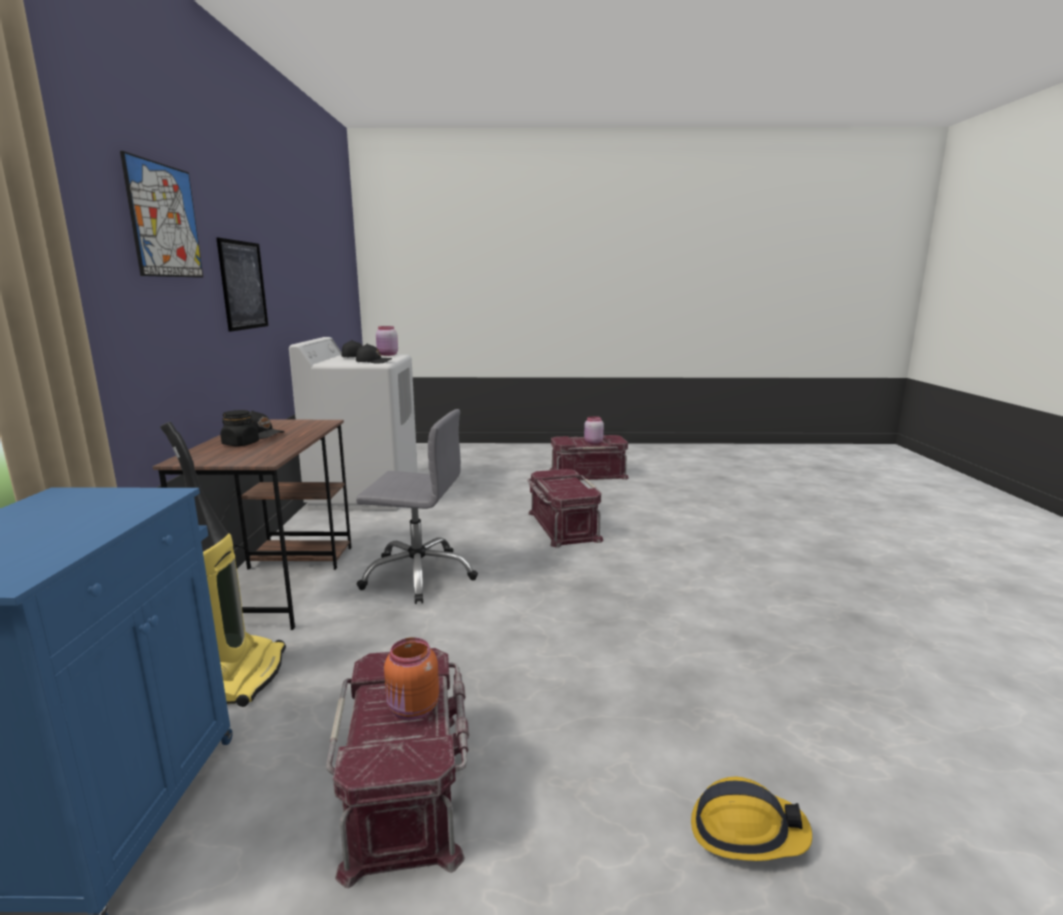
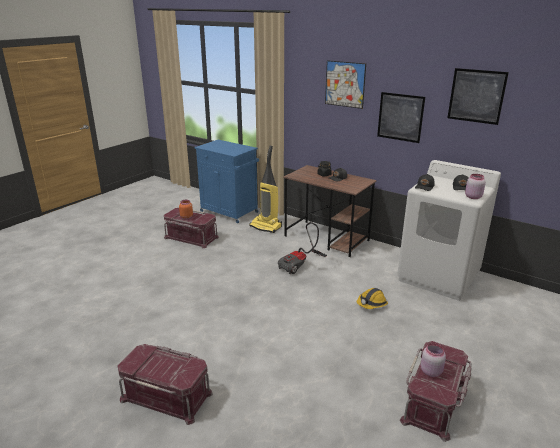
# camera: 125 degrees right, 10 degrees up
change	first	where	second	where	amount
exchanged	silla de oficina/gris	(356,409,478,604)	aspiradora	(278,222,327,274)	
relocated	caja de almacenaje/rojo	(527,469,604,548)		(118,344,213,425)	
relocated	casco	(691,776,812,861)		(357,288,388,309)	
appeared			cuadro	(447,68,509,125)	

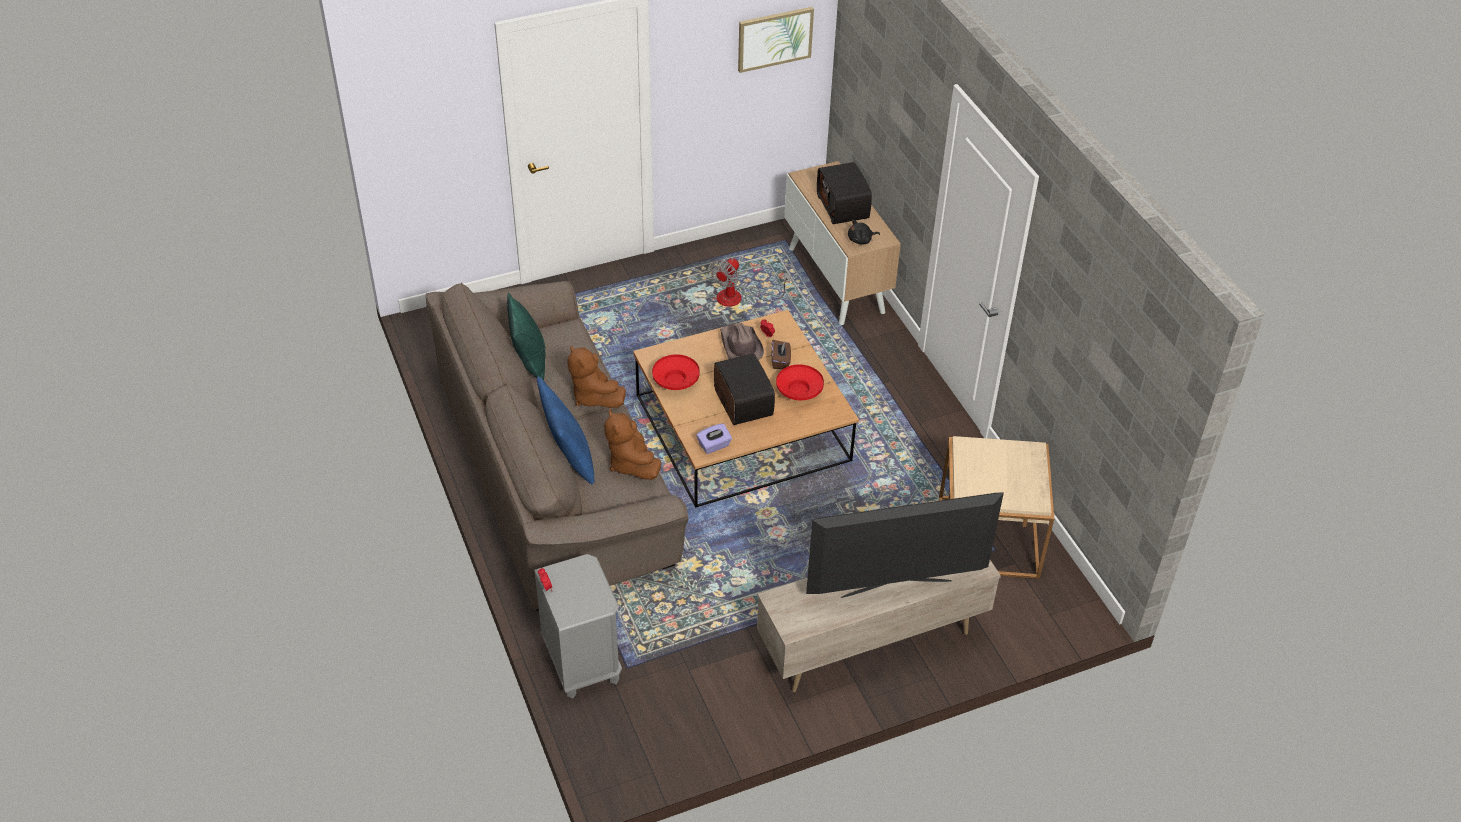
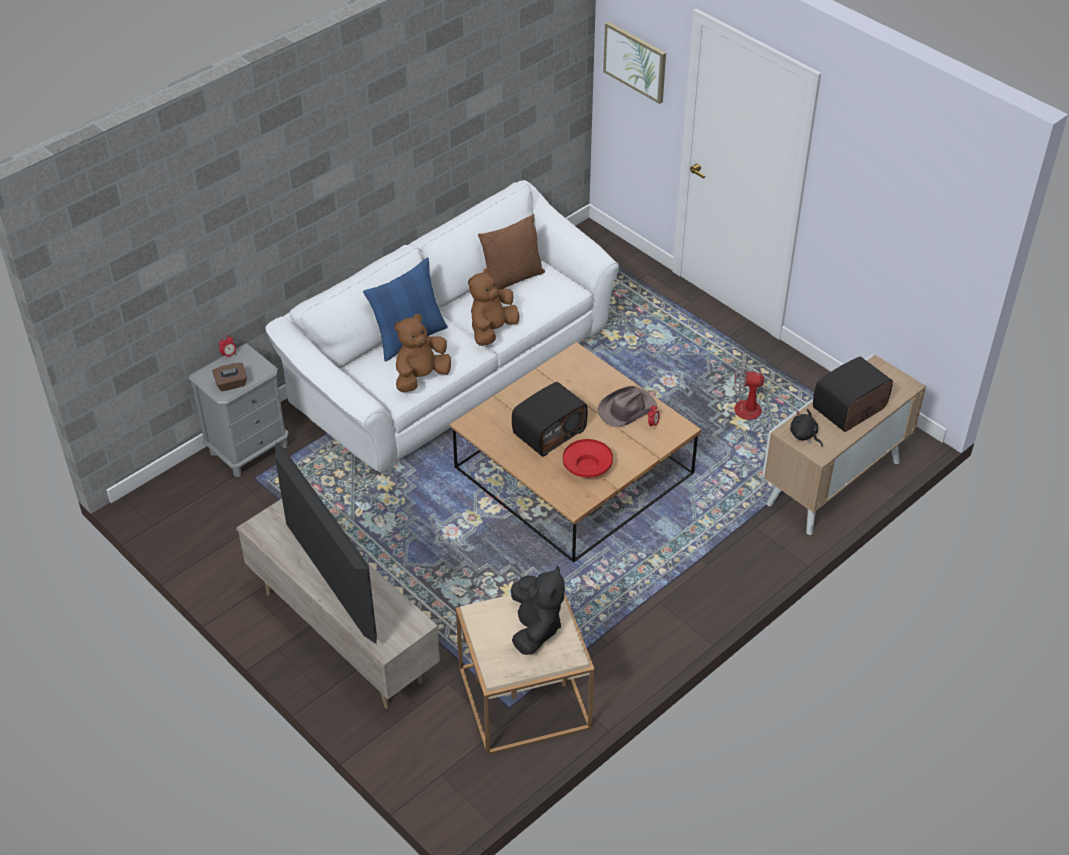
# camera: 70 degrees right, 0 degrees up
change	first	where	second	where	amount
relocated	cuadro	(738,7,814,73)		(603,21,666,104)	
colour	sofá/marrón	(425,281,688,611)	sofá/blanco	(265,180,619,473)	
colour	cojín/verde	(507,293,546,380)	cojín/marrón	(478,214,545,289)	
relocated	caja de pañuelos/marrón	(771,340,791,369)		(212,363,247,391)	
missing	cuenco/rojo	(652,354,700,390)			
missing	caja de pañuelos/morado	(697,424,732,454)			
appeared			peluche/negro	(511,565,565,655)	

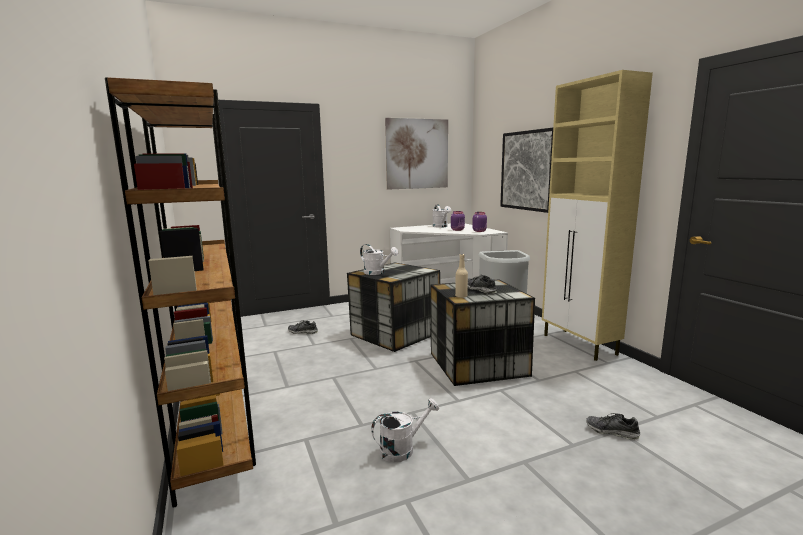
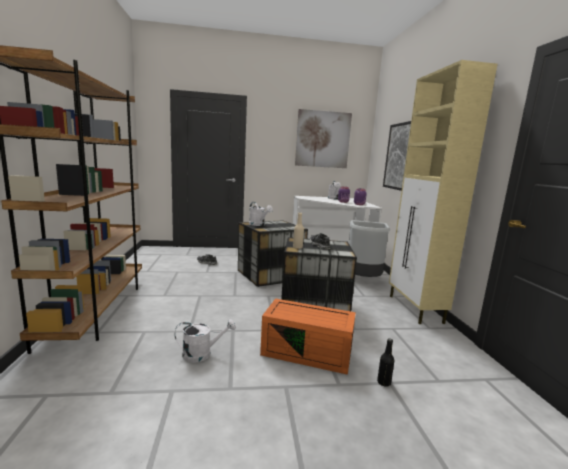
# camera: 15 degrees right, 0 degrees up
change	first	where	second	where	amount
exchanged	zapato	(586,413,640,439)	botella/negro	(377,338,394,387)	
appeared			caja de almacenaje/naranja	(260,299,356,375)	

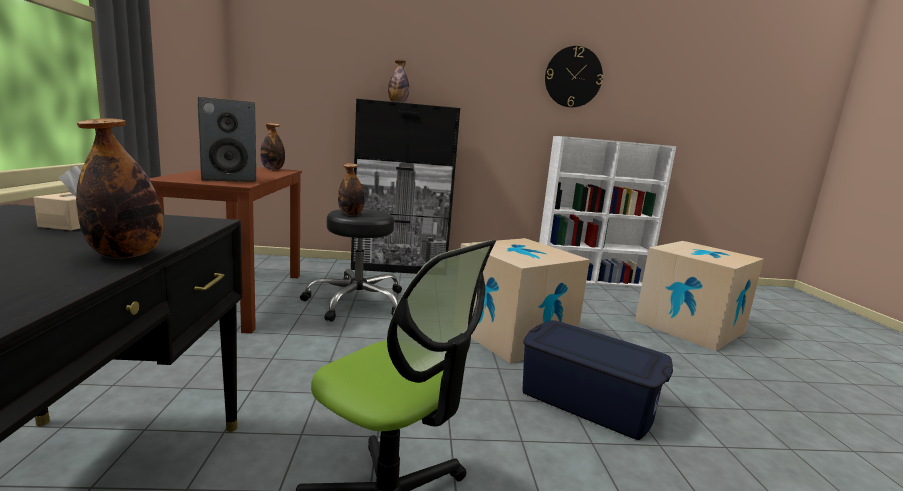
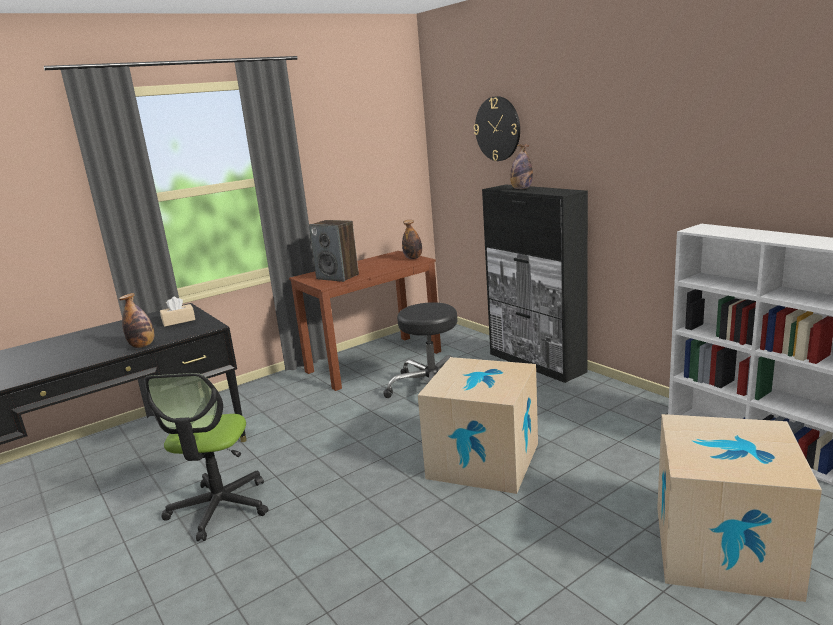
# camera: 60 degrees right, 5 degrees up
change	first	where	second	where	amount
relocated	reloj de pared	(545,46,603,108)		(474,96,520,161)	
missing	botella	(338,163,365,216)			
missing	caja de almacenaje/azul	(523,320,673,440)			

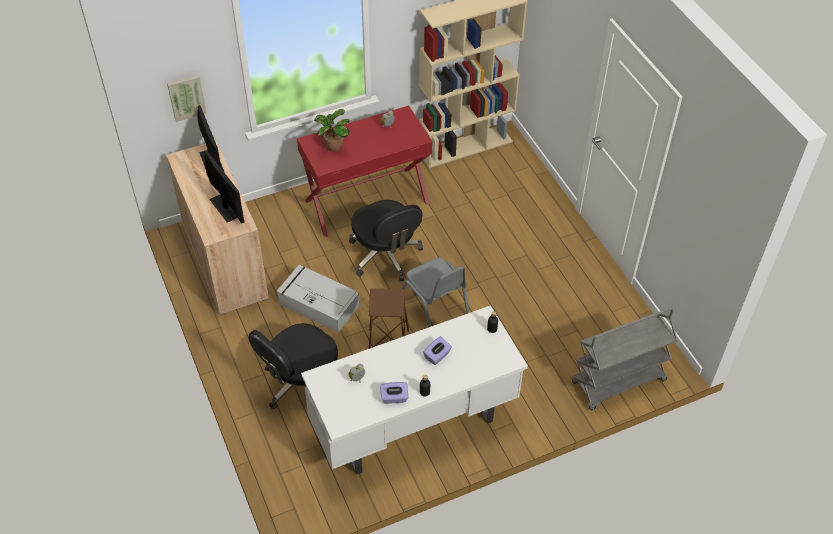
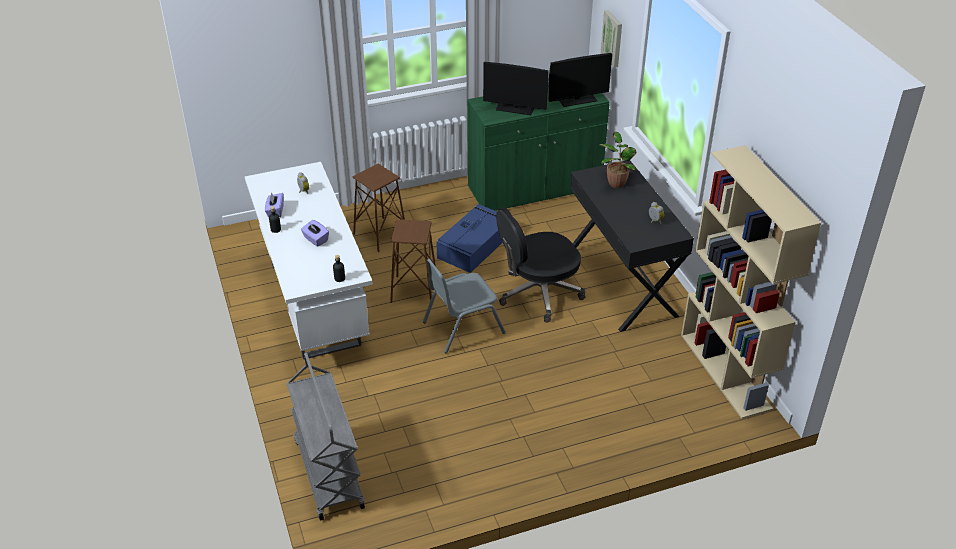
# camera: 95 degrees right, 10 degrees down
change	first	where	second	where	amount
colour	escritorio/rojo	(297,106,432,237)	escritorio/negro	(570,160,694,332)	
colour	armario/beis	(166,141,269,315)	armario/verde	(467,84,610,211)	
spun	monitor	(205,151,244,223)		(483,62,548,115)	45 degrees clockwise
colour	caja de almacenaje/gris	(277,264,360,333)	caja de almacenaje/azul	(436,204,503,273)	
exchanged	silla de oficina/negro	(248,323,338,409)	taburete/marrón	(353,163,405,252)	

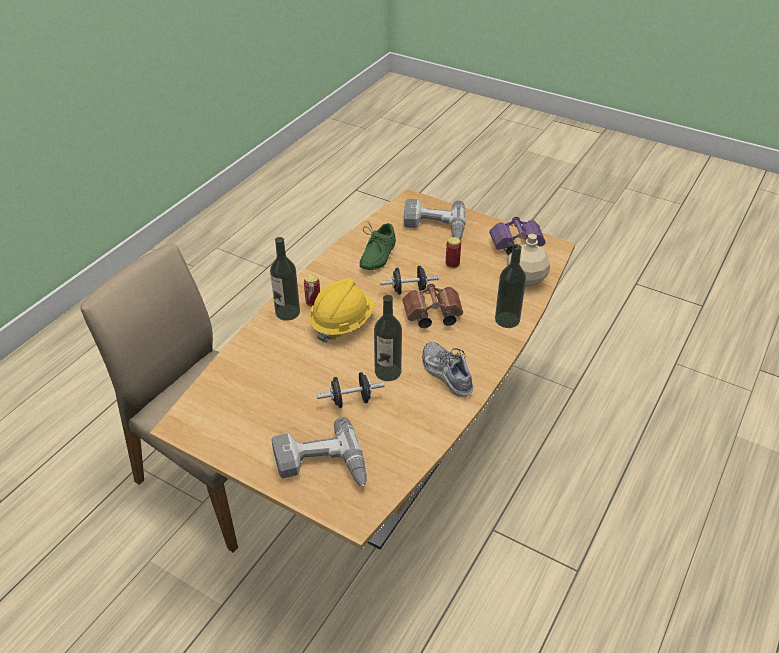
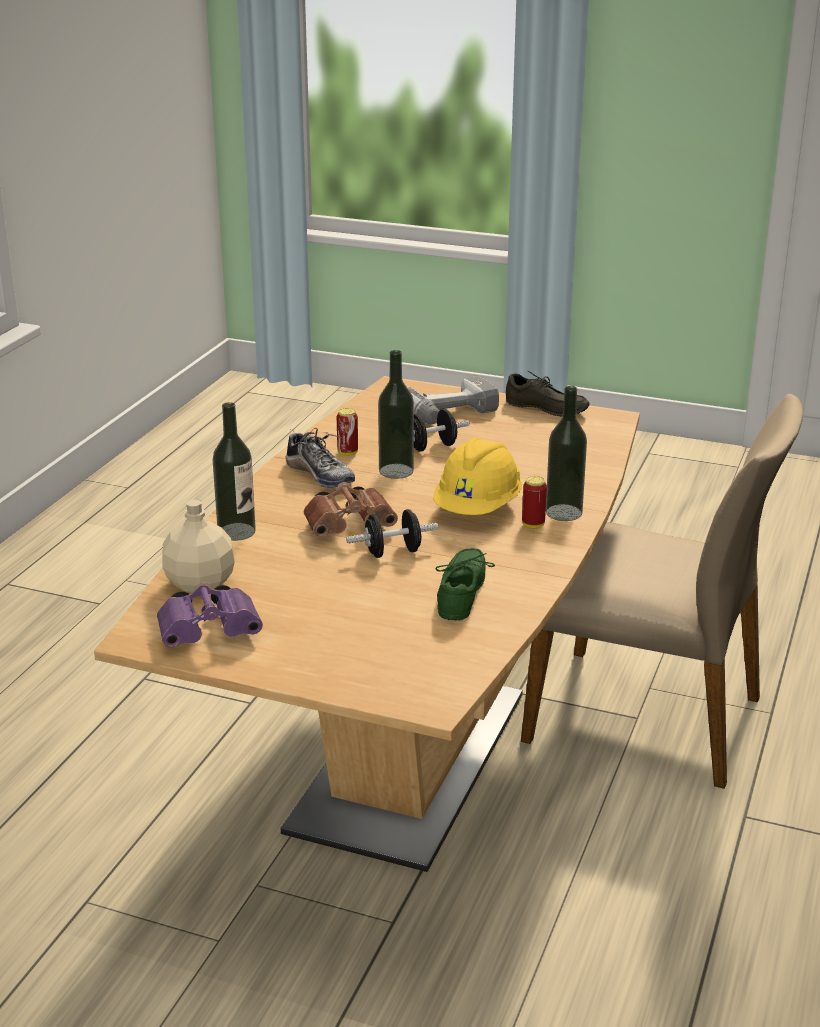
# camera: 170 degrees right, 15 degrees down
change	first	where	second	where	amount
missing	taladro	(404,199,466,240)			
relocated	lata	(446,237,461,269)		(337,408,358,456)	
appeared			zapato/gris	(506,371,589,416)	

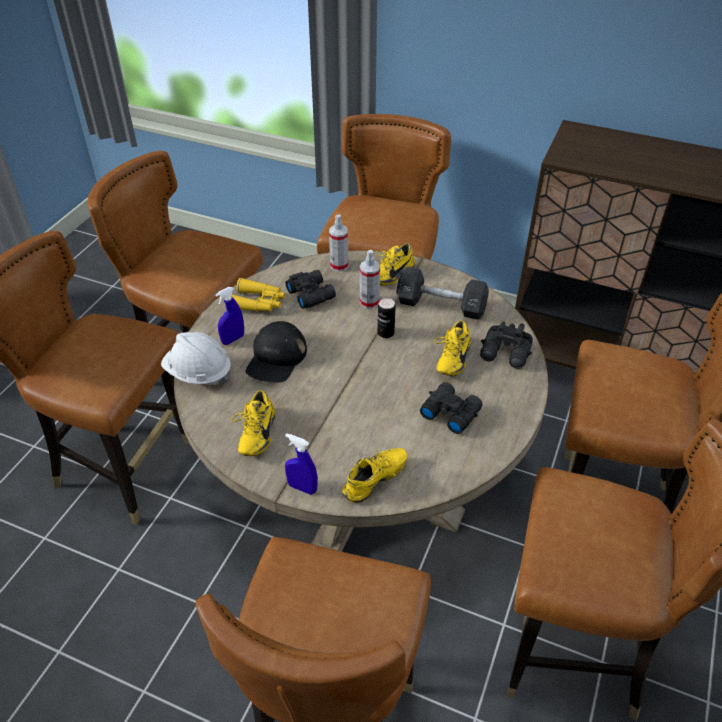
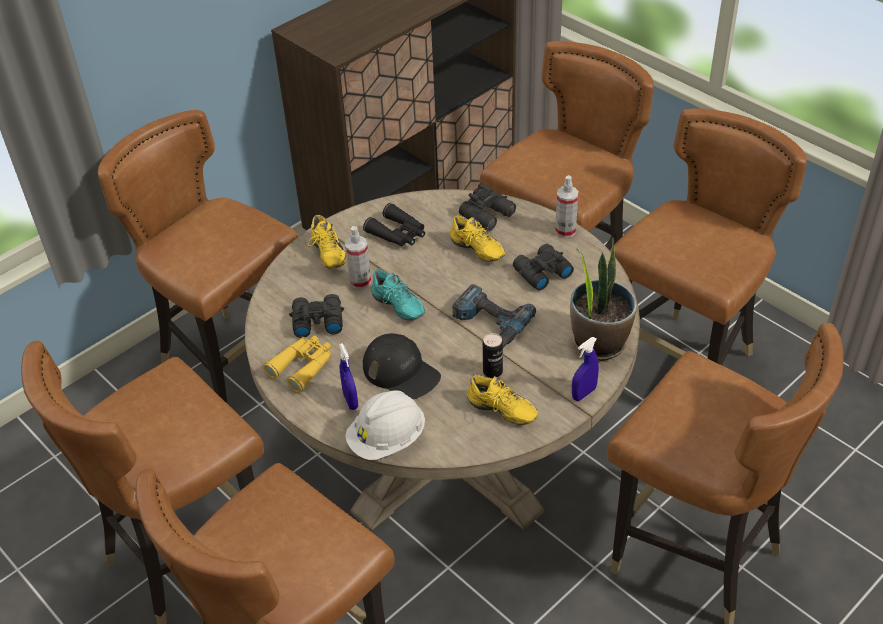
# camera: 65 degrees left, 0 degrees up
change	first	where	second	where	amount
relocated	pulverizador	(329,215,349,272)		(555,175,578,238)	
exchanged	mancuerna/negro	(396,267,489,320)	prismáticos/negro	(363,203,425,246)	
relocated	lata	(378,298,396,338)		(483,333,503,378)	
exchanged	zapato/amarillo	(342,448,408,503)	planta en maceta	(570,237,637,361)	
appeared			zapato/turquesa	(371,269,425,321)	
appeared			taladro	(452,284,536,348)	

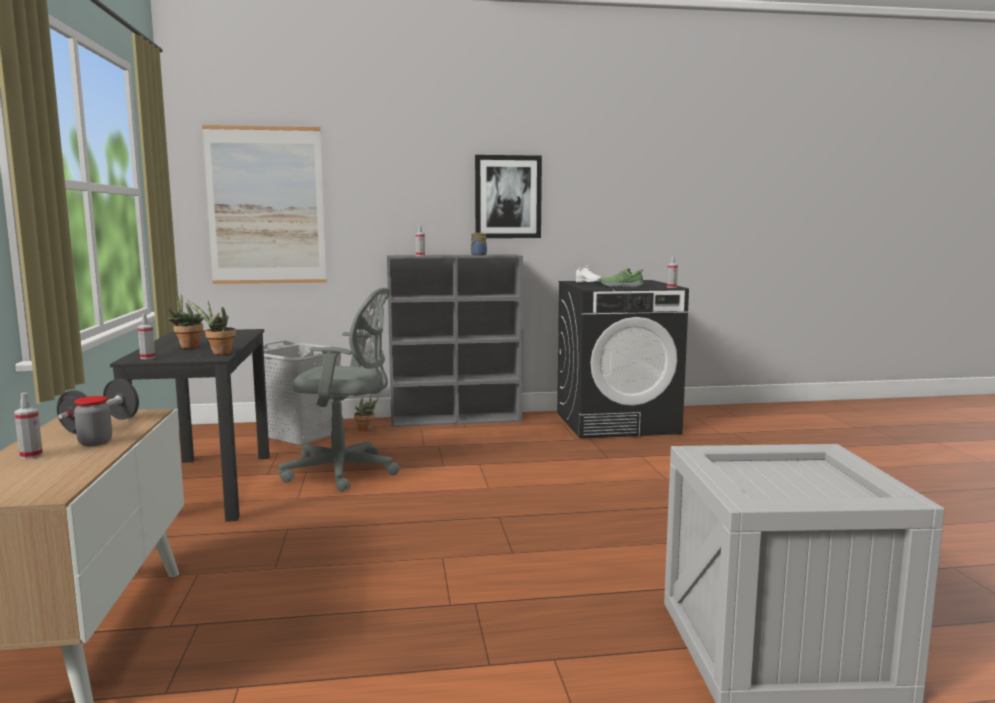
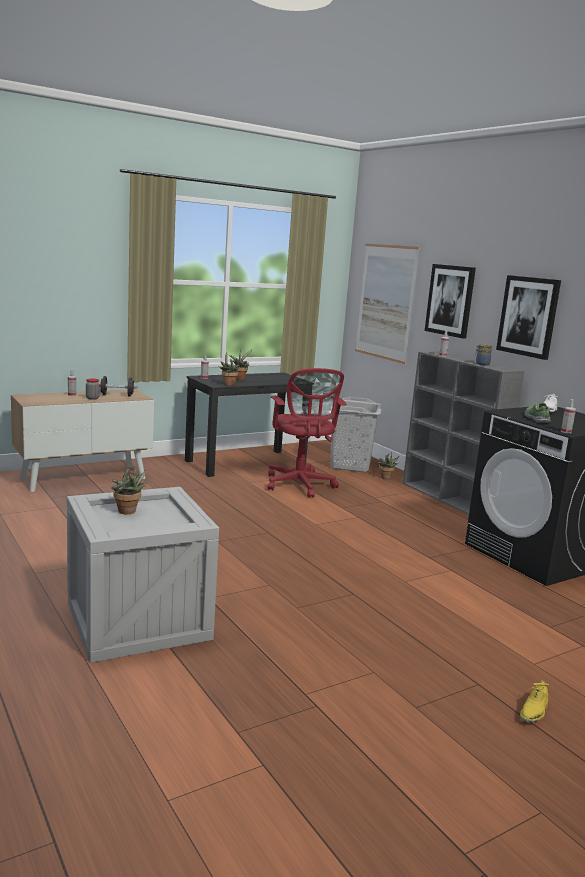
# camera: 65 degrees right, 5 degrees up
change	first	where	second	where	amount
colour	silla de oficina/gris	(278,288,400,492)	silla de oficina/rojo	(268,368,346,498)	
appeared			cuadro	(425,264,476,339)	
appeared			planta en maceta	(111,466,148,514)	
appeared			zapato/amarillo	(520,682,549,722)	

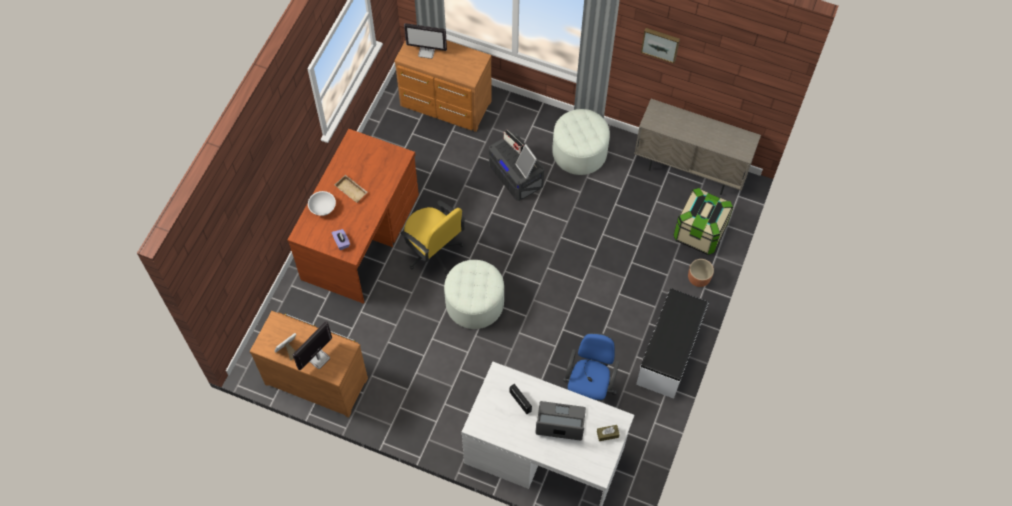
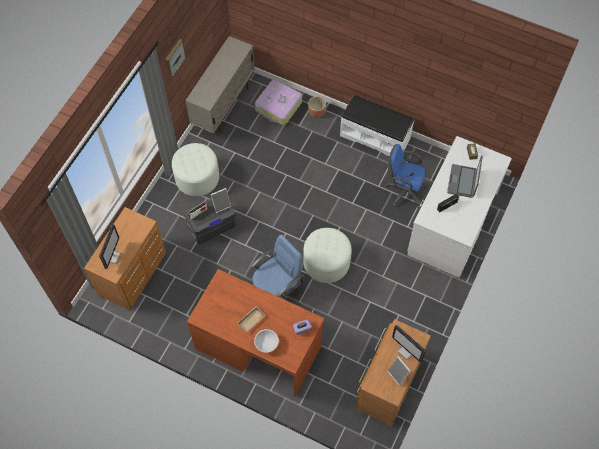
# camera: 85 degrees left, 0 degrees up
change	first	where	second	where	amount
exchanged	caja de almacenaje	(674,188,733,255)	maleta	(255,80,302,125)	
colour	silla de oficina/amarillo	(400,200,466,274)	silla de oficina/azul	(251,235,304,301)	

